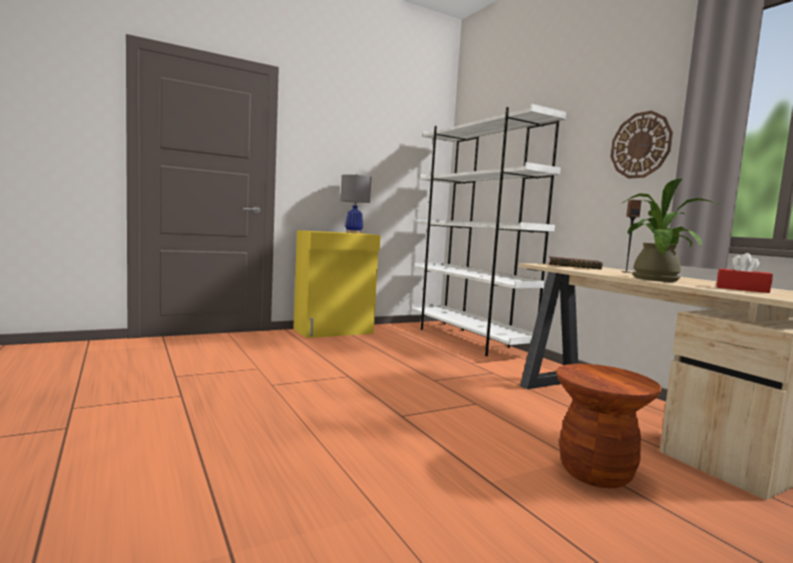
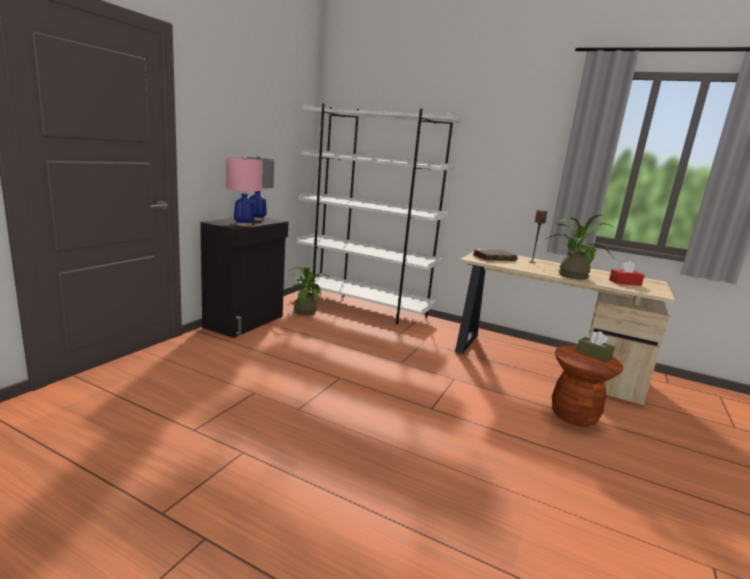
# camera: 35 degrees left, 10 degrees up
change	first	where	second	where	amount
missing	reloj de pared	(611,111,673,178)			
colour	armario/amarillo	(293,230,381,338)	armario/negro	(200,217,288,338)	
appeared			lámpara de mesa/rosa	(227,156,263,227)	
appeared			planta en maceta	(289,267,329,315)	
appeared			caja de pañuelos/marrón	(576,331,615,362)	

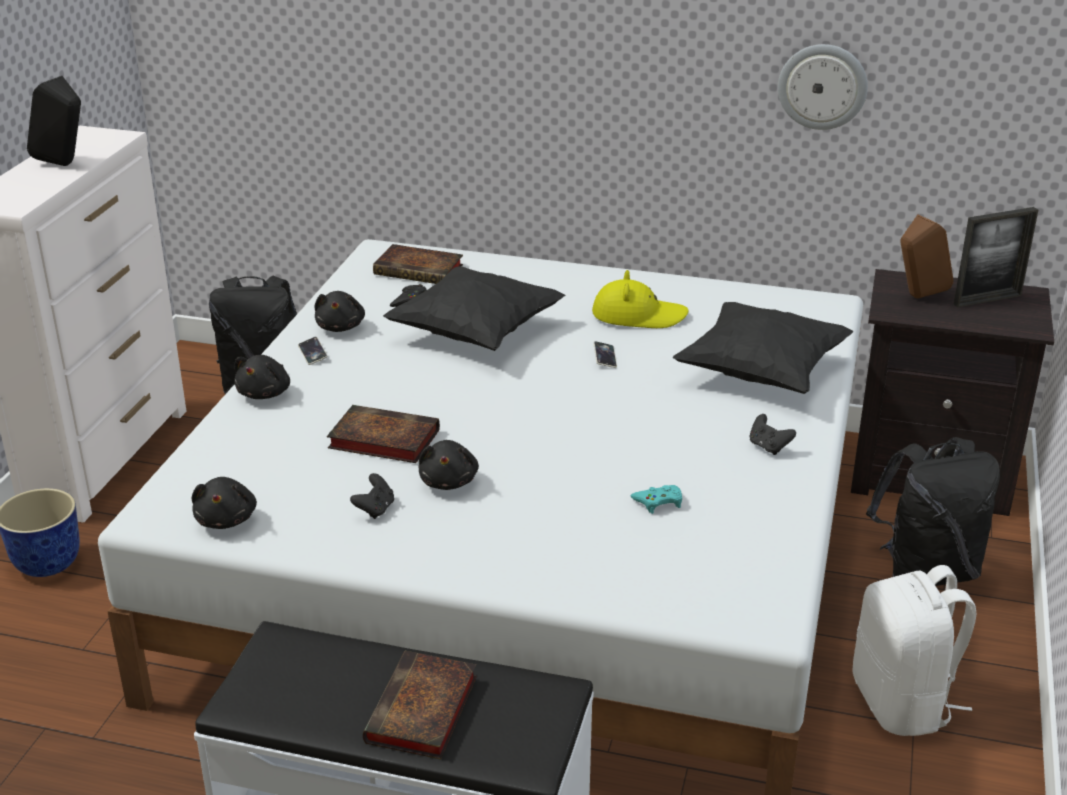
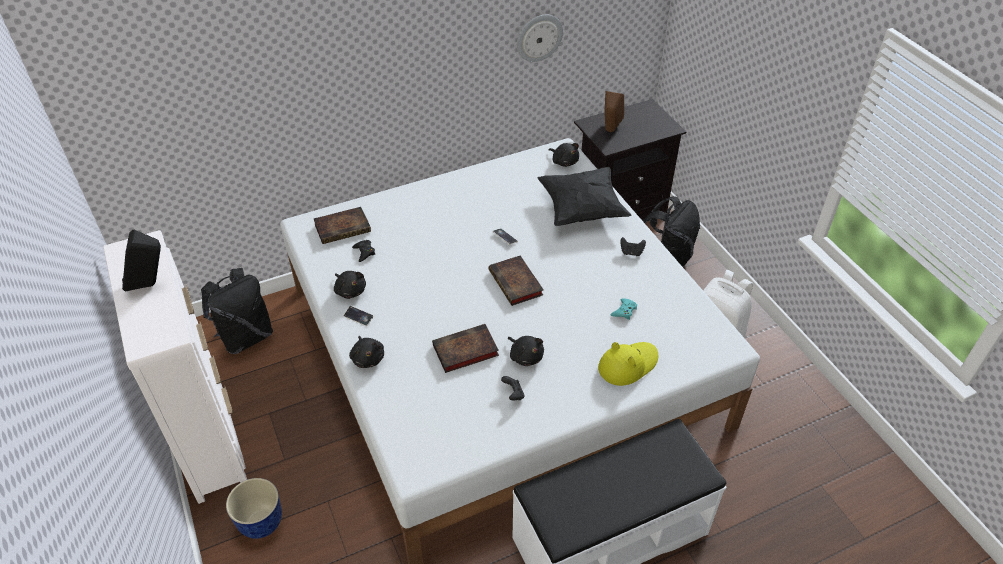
# camera: 40 degrees left, 15 degrees up
change	first	where	second	where	amount
missing	portarretratos	(954,207,1038,308)			
missing	cojín/negro	(383,266,565,351)			
relocated	sombrero/amarillo	(592,270,689,328)		(598,342,659,386)	
relocated	peluche/negro	(192,477,257,529)		(549,143,579,167)	
relocated	libro	(363,651,477,759)		(489,255,543,306)	

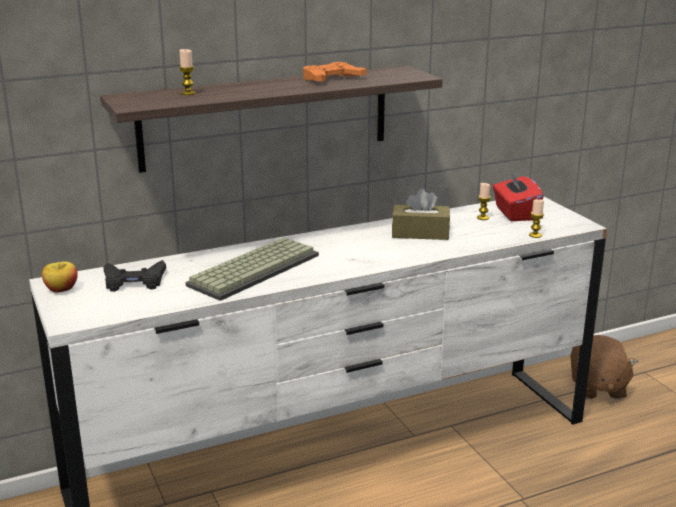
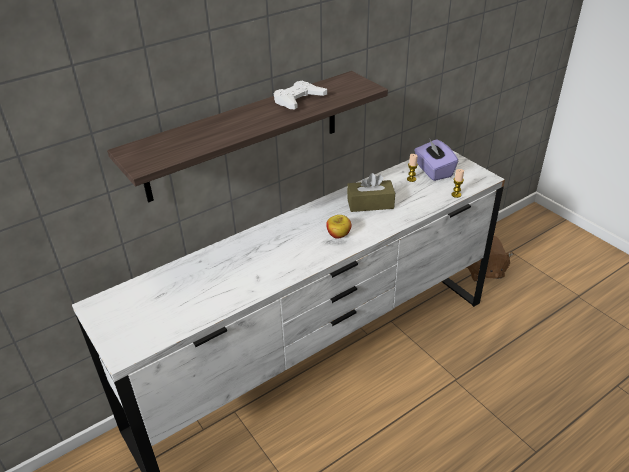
# camera: 10 degrees left, 15 degrees up
change	first	where	second	where	amount
missing	vela	(179,49,196,95)			
colour	mando de consola/naranja	(303,62,366,81)	mando de consola/blanco	(274,81,327,110)	
colour	caja de pañuelos/rojo	(493,170,543,221)	caja de pañuelos/morado	(414,139,458,181)	
missing	teclado	(185,237,319,301)			
missing	mando de consola/negro	(103,260,166,292)			
relocated	manzana	(42,261,78,293)		(326,215,351,239)	

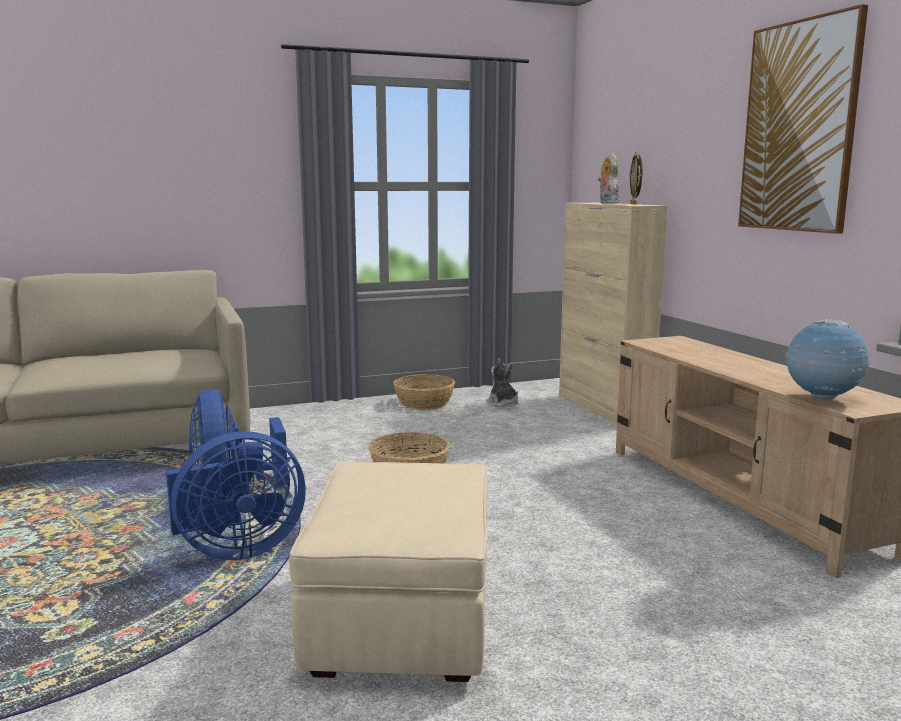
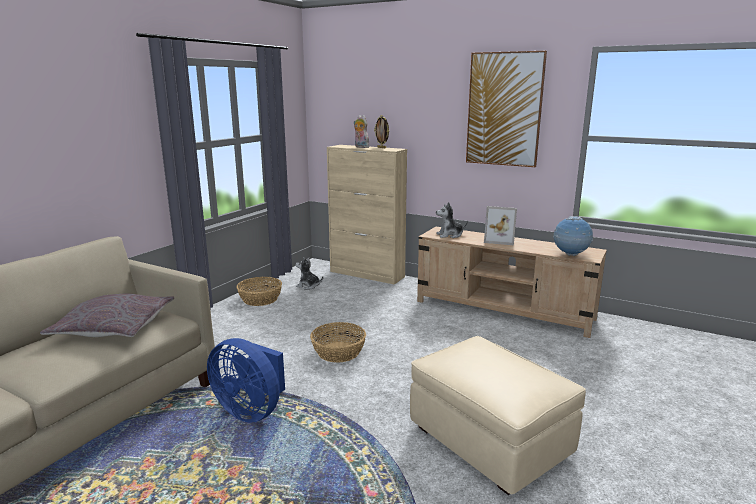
# camera: 40 degrees left, 5 degrees up
change	first	where	second	where	amount
missing	ventilador/azul	(166,431,306,560)			
appeared			peluche	(436,202,468,238)	
appeared			portarretratos	(484,206,517,245)	
appeared			cojín/gris	(40,293,174,337)	

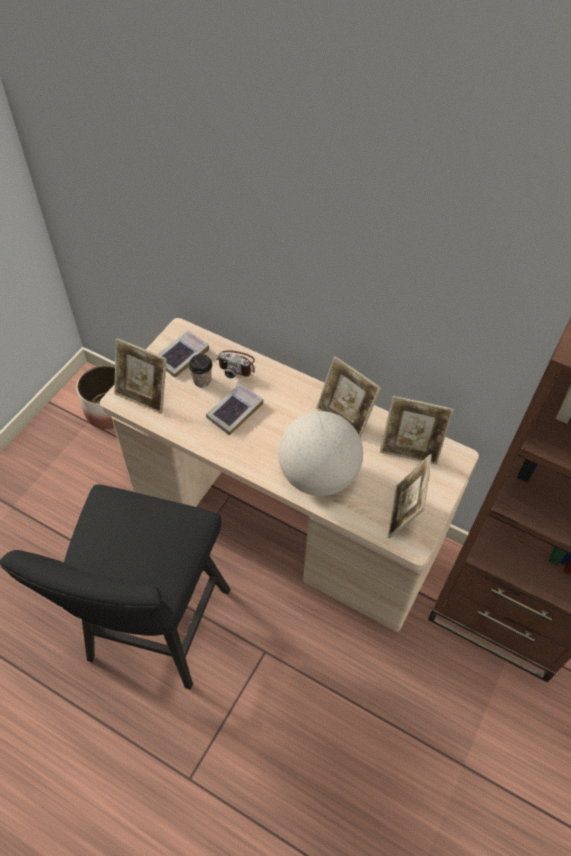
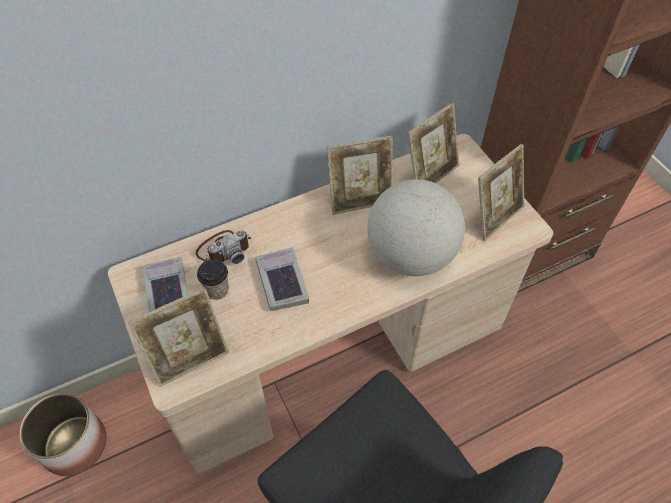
# camera: 55 degrees left, 0 degrees up
change	first	where	second	where	amount
spun	portarretratos	(388,454,432,538)		(478,144,525,241)	90 degrees counterclockwise

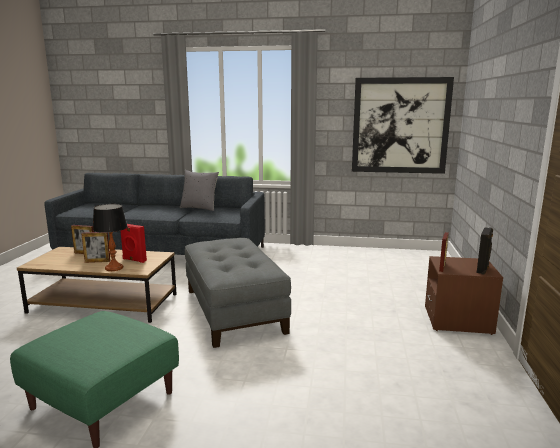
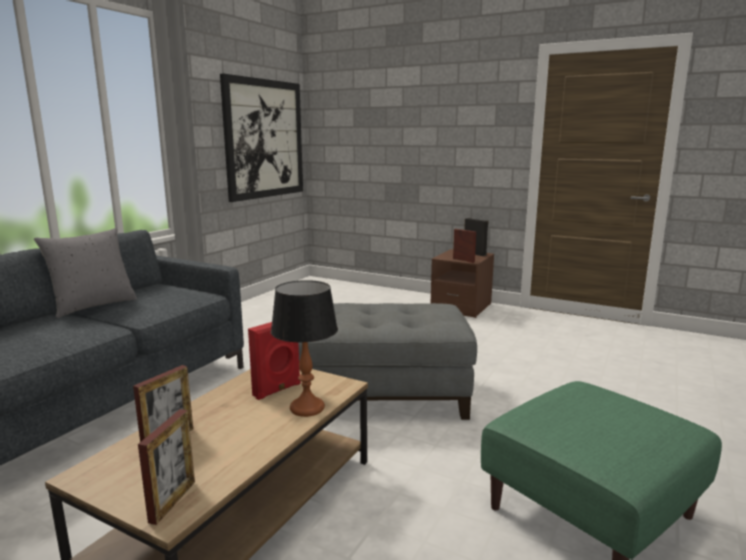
# camera: 70 degrees left, 0 degrees up
change	first	where	second	where	amount
relocated	portarretratos	(81,232,111,263)		(138,409,195,525)	

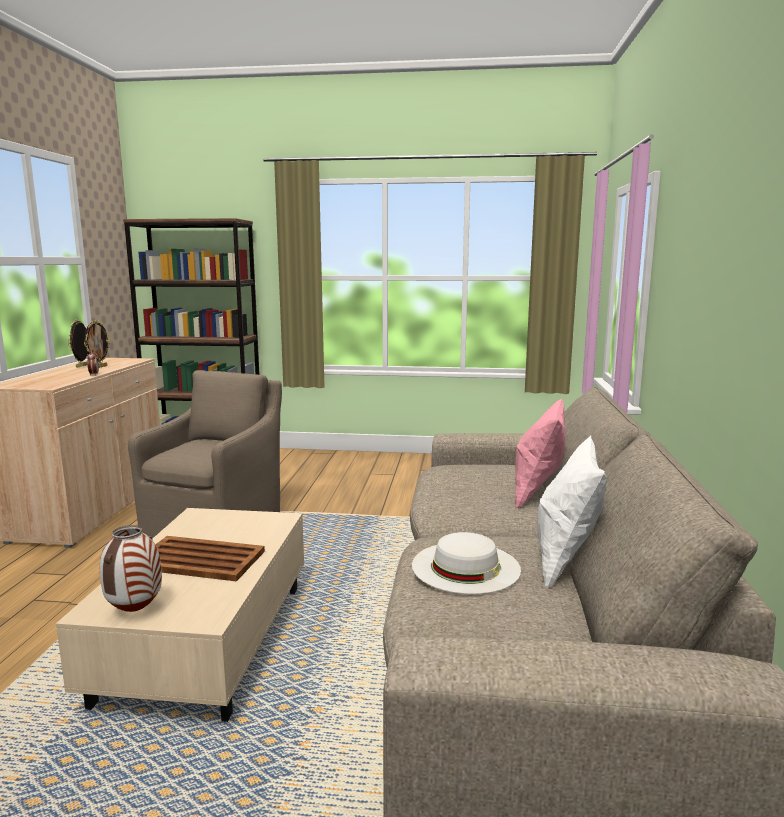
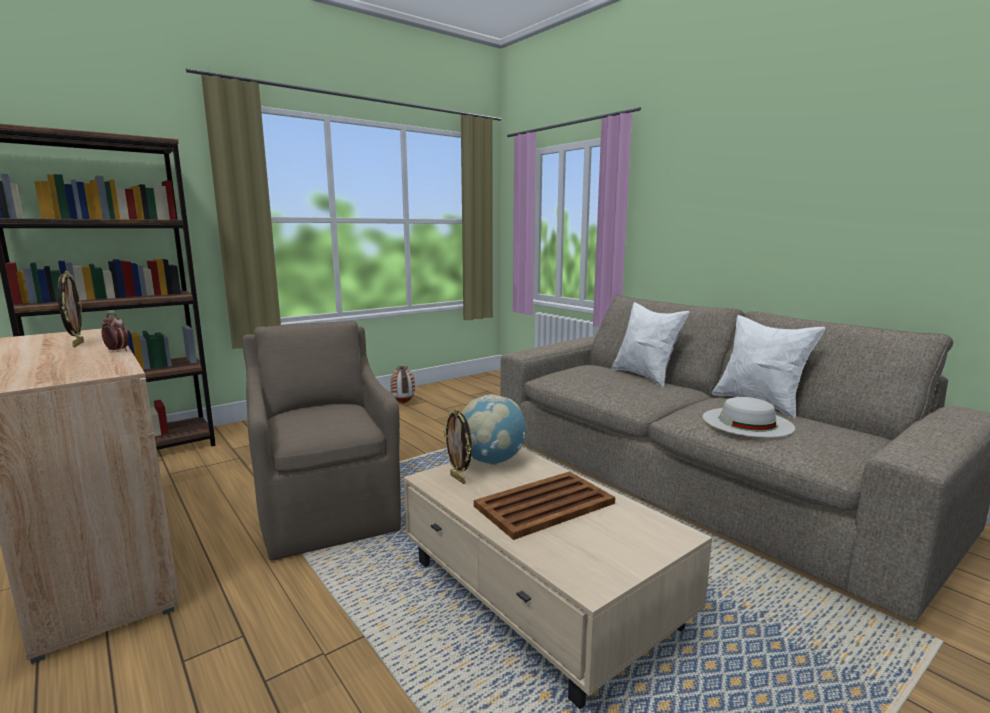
# camera: 45 degrees left, 0 degrees up
change	first	where	second	where	amount
relocated	portarretratos	(68,319,88,368)		(443,408,472,484)	
colour	cojín/rosa	(515,398,566,508)	cojín/blanco	(611,302,690,387)	
relocated	florero	(100,525,162,612)		(390,366,415,404)	
appeared			globo terráqueo	(462,394,527,465)	

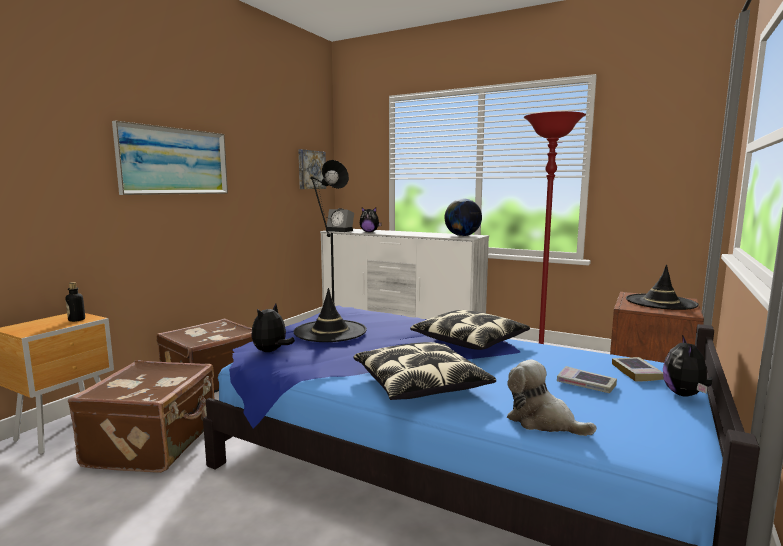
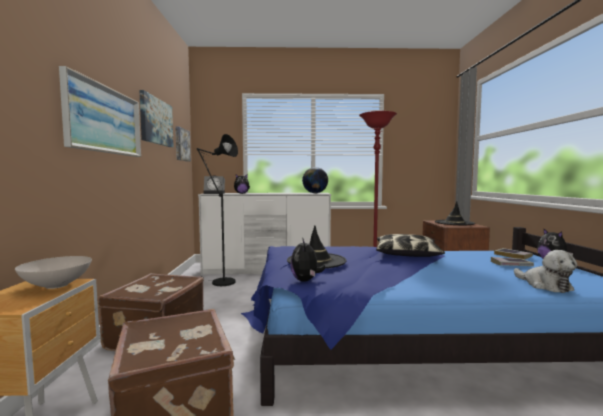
# camera: 30 degrees left, 5 degrees down
change	first	where	second	where	amount
exchanged	botella	(65,282,85,322)	cuenco/blanco	(15,256,92,289)	
missing	cojín	(353,342,496,400)			
spun	peluche	(507,360,597,436)		(514,250,577,293)	120 degrees counterclockwise
appeared			cuadro	(139,90,174,147)	

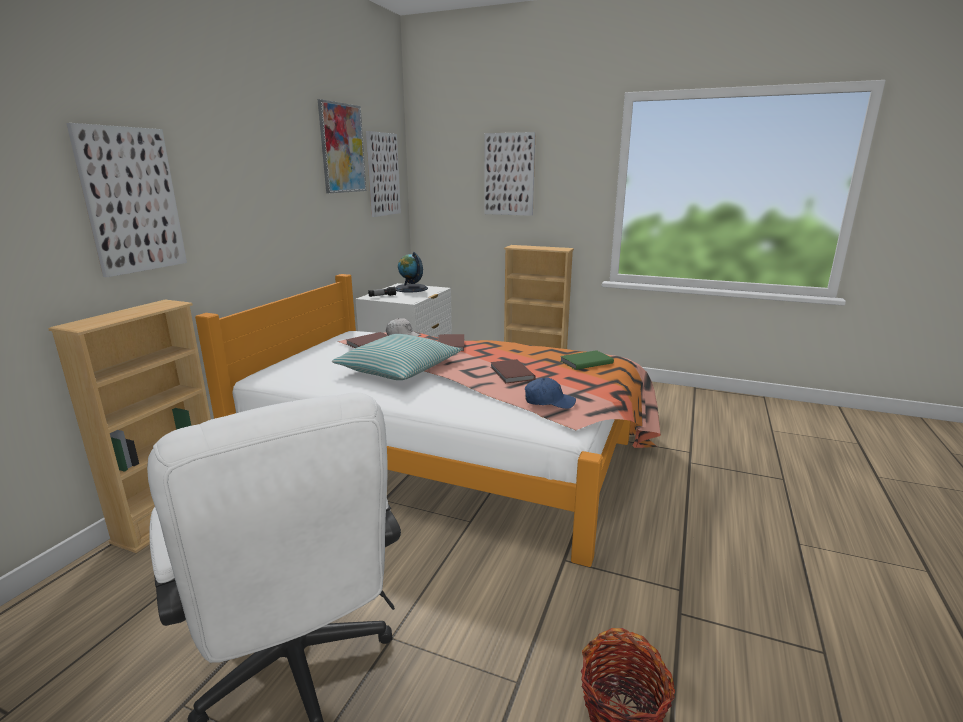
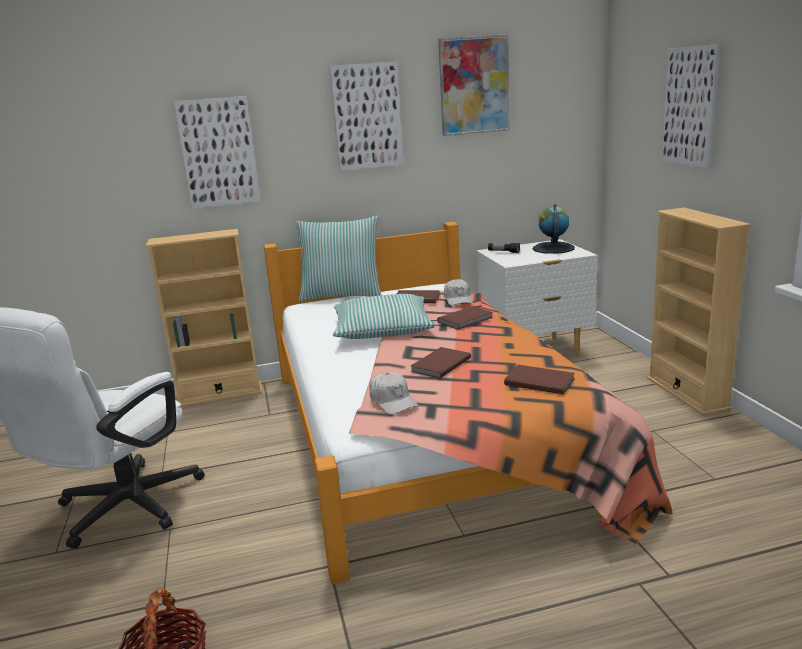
# camera: 55 degrees right, 0 degrees up
change	first	where	second	where	amount
relocated	cuadro	(366,131,401,217)		(330,61,404,171)	
colour	libro/verde	(560,350,614,370)	libro/marrón	(504,365,575,395)	
colour	gorra/azul	(525,378,576,409)	gorra/blanco	(369,372,418,415)	
appeared			cojín	(296,216,381,301)	

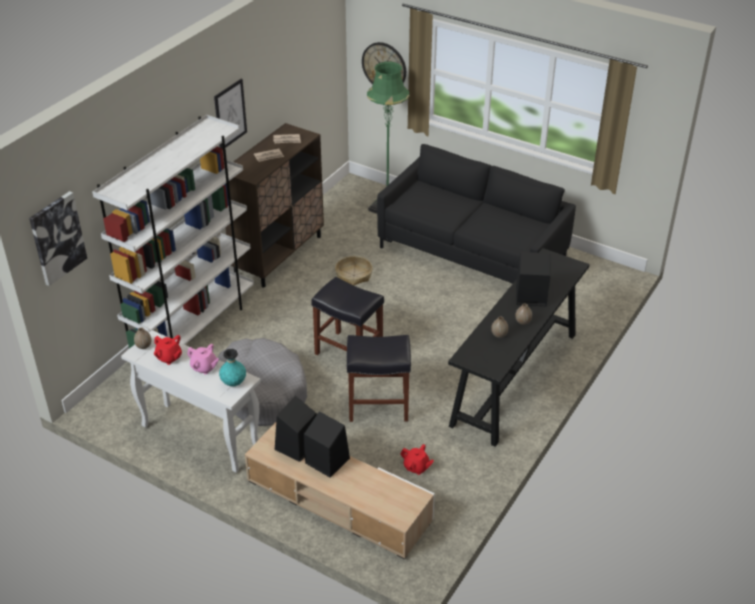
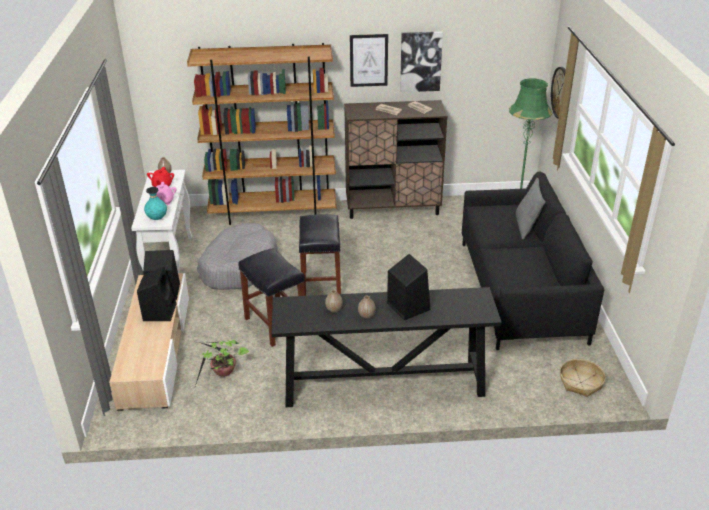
# camera: 55 degrees right, 5 degrees down
change	first	where	second	where	amount
colour	estantería/blanco	(92,115,254,352)	estantería/marrón	(187,43,337,225)	
relocated	cuadro	(29,191,87,286)		(400,32,443,92)	
relocated	cesta	(335,256,373,286)		(560,359,606,397)	
exchanged	tetera/rojo	(400,444,434,475)	planta en maceta	(195,340,249,386)	
appeared			cojín/gris	(516,178,546,239)	

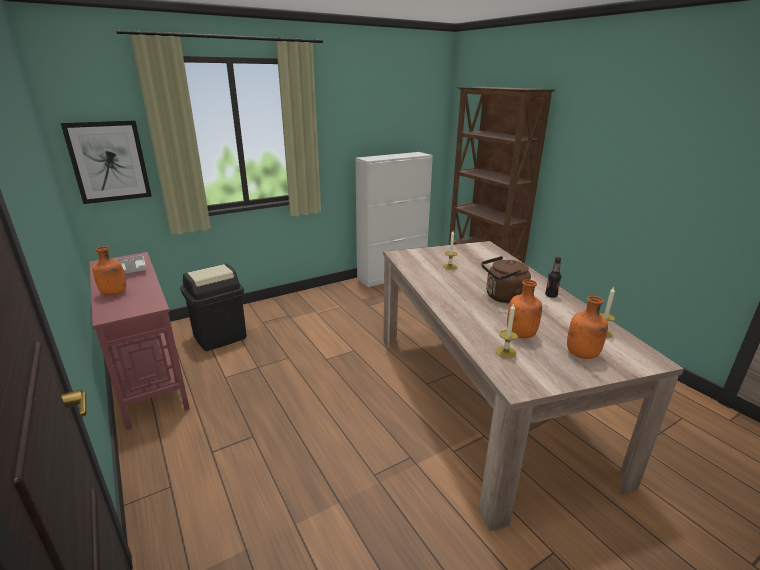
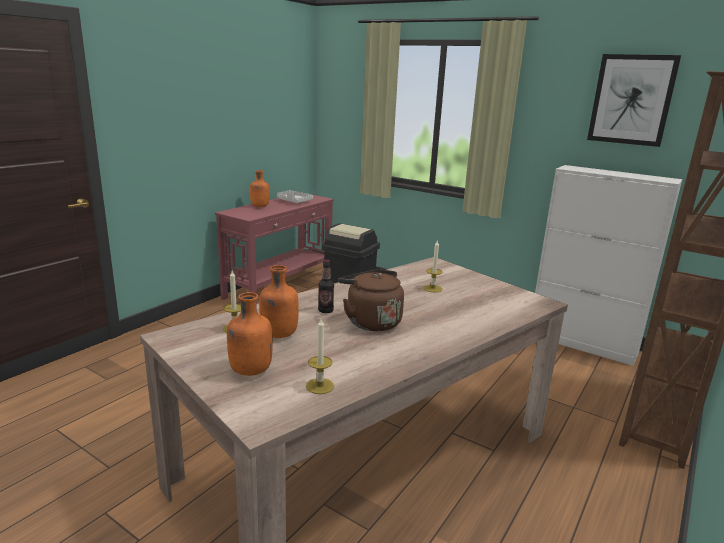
# camera: 65 degrees right, 5 degrees down
change	first	where	second	where	amount
relocated	cuadro	(61,120,152,204)		(587,54,681,147)	
relocated	botella	(545,257,561,298)		(318,259,334,313)	

